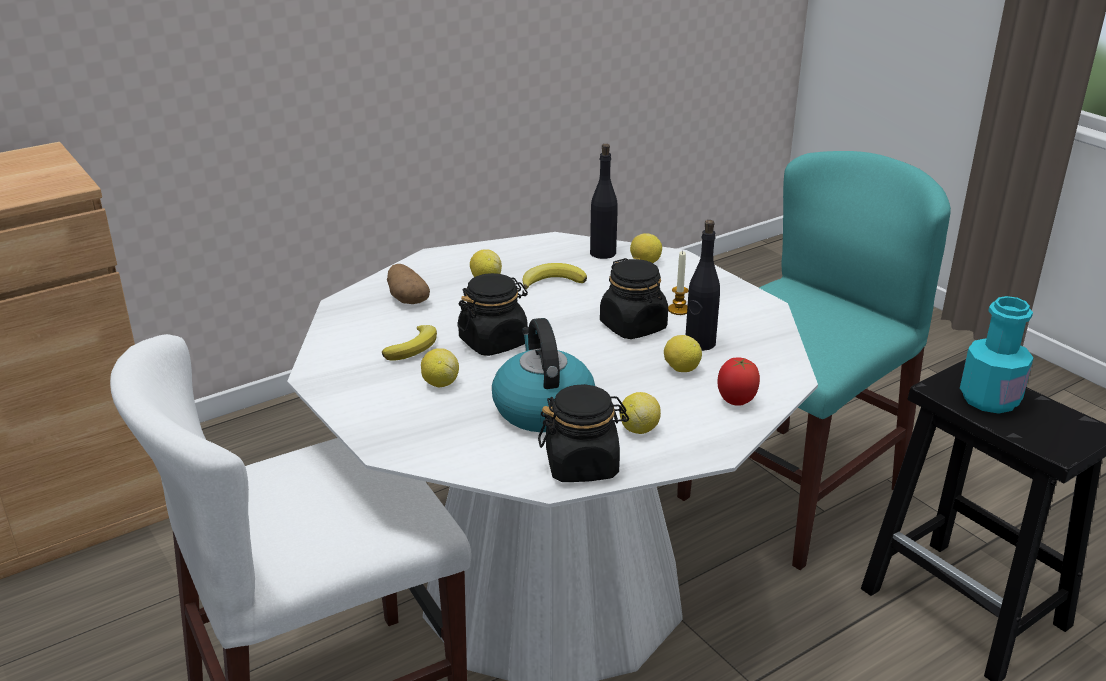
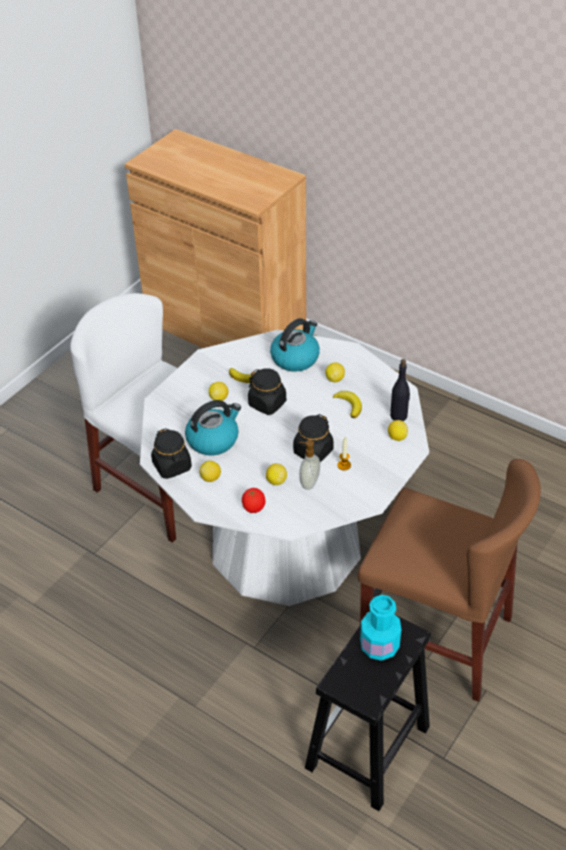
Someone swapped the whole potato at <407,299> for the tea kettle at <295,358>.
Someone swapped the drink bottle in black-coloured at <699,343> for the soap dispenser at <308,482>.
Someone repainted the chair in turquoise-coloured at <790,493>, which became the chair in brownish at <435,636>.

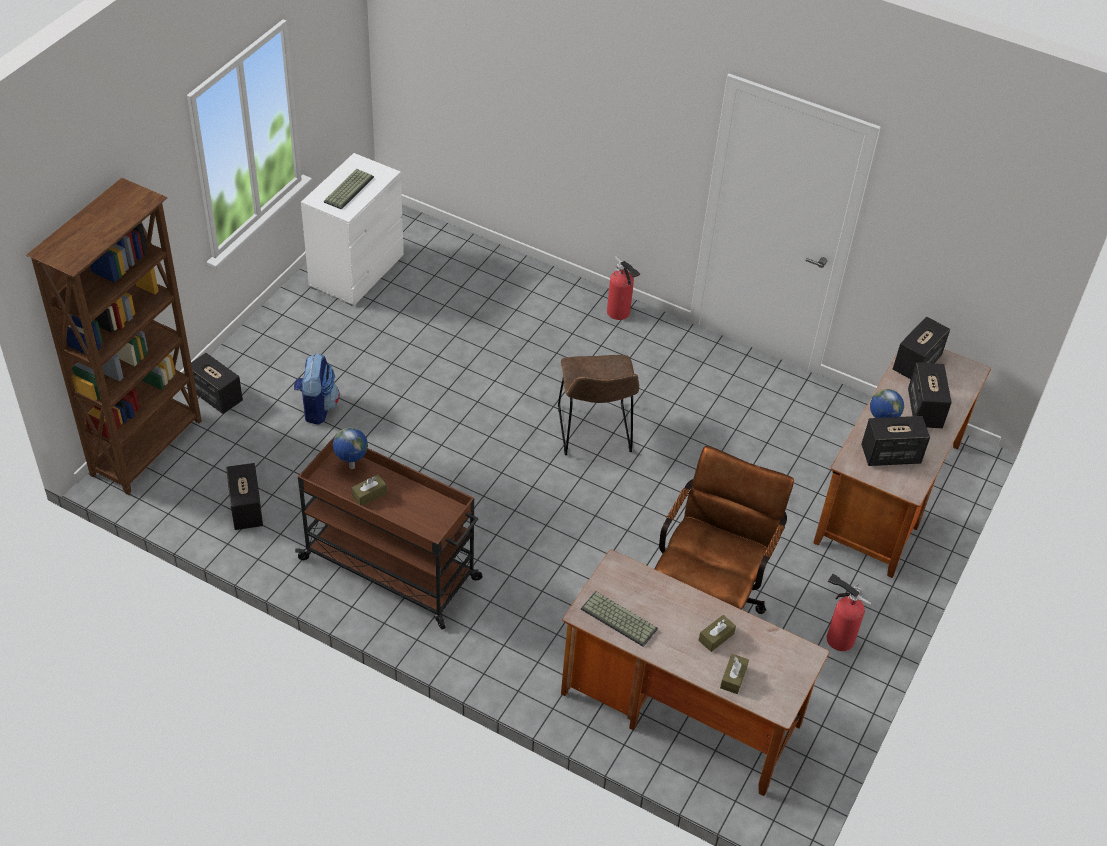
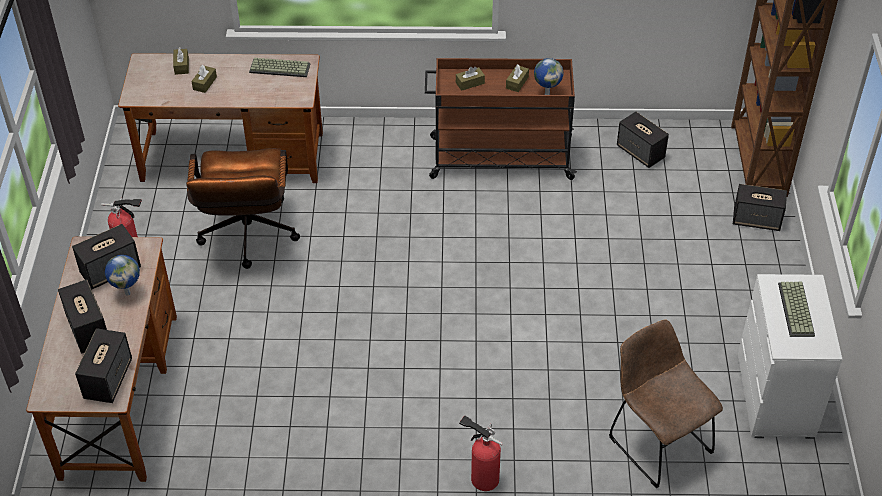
Someone put down the tissue box in brownish at <470,83>.
Someone carried the chair in brownish from <594,433> to <656,441>.
Someone took away the knapsack at <317,407>.

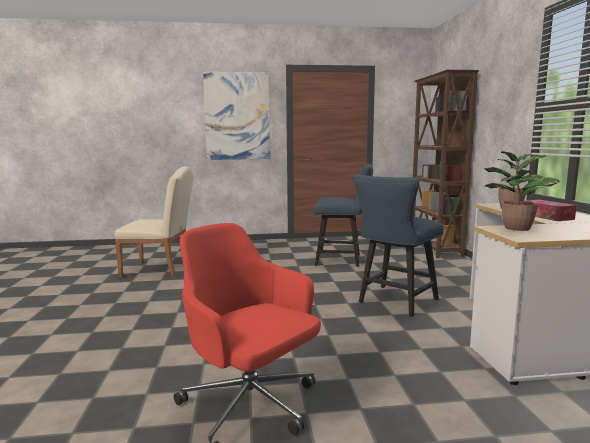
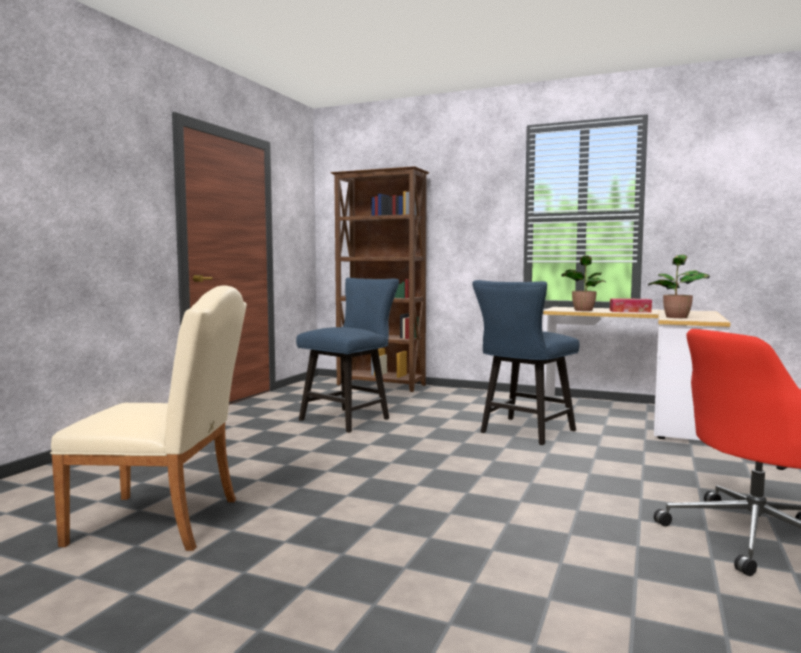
Someone rotated the chair in sand-coloured at <162,270> by 60 degrees clockwise.
Someone rotated the chair in blue at <394,302> by 60 degrees clockwise.
Someone took away the wall picture at <237,116>.

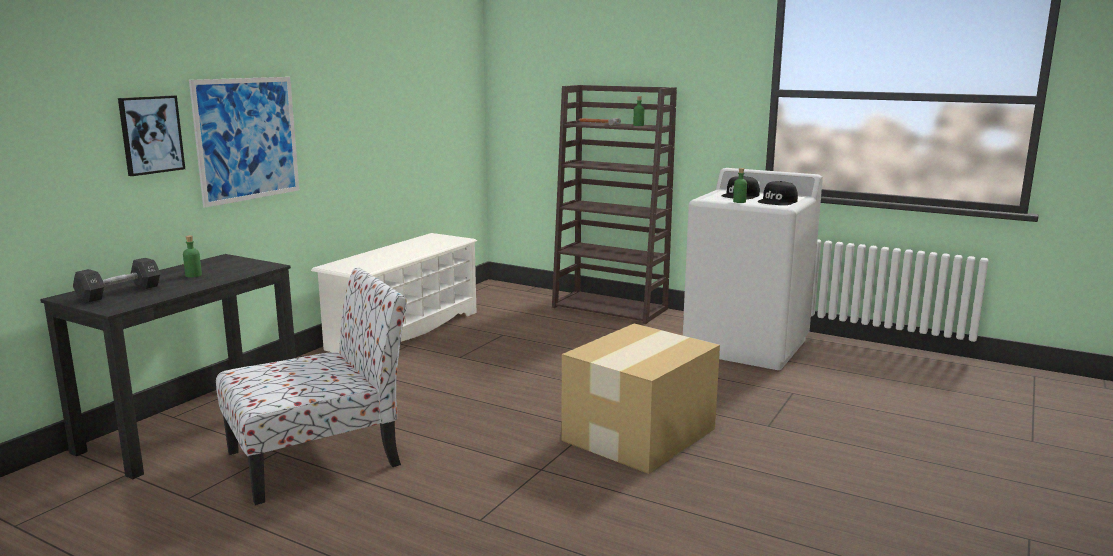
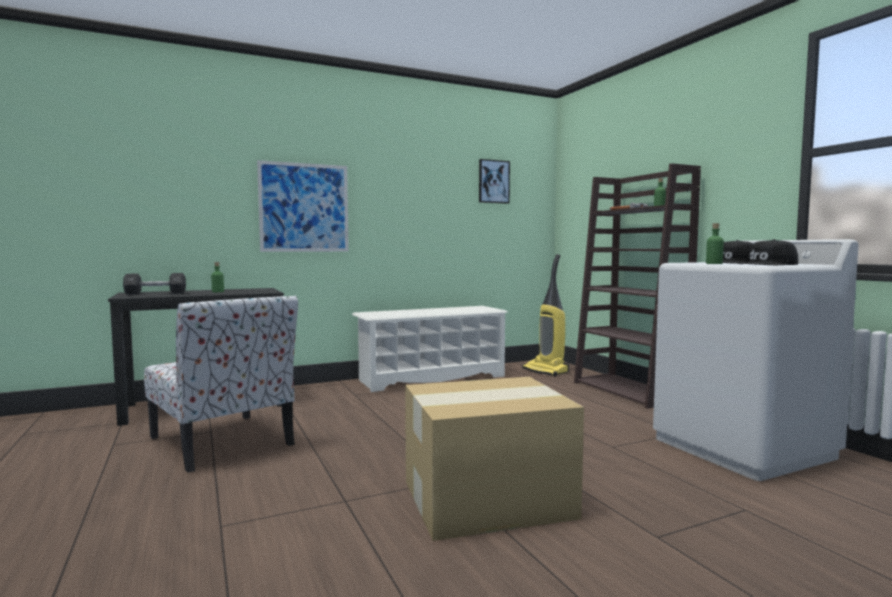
Someone rotated the chair at <318,458> by 45 degrees clockwise.
Someone carried the wall picture from <151,134> to <493,181>.
Someone put down the vacuum at <546,371>.

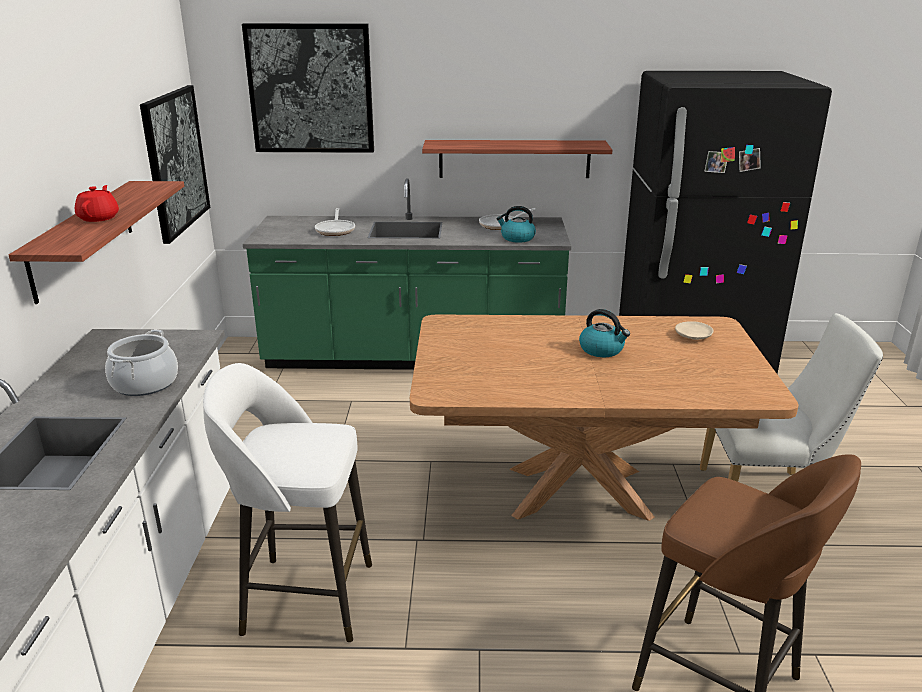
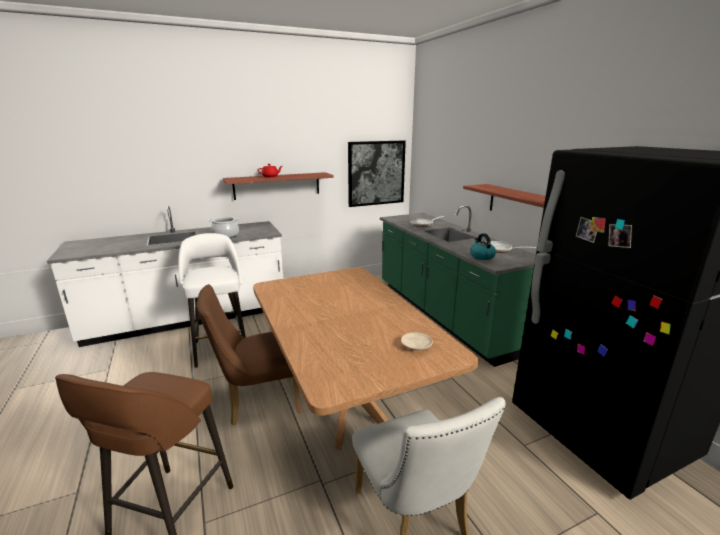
Someone put down the chair in brownish at <257,401>.
Someone took away the wall picture at <310,89>.
Someone took away the tea kettle at <602,350>.

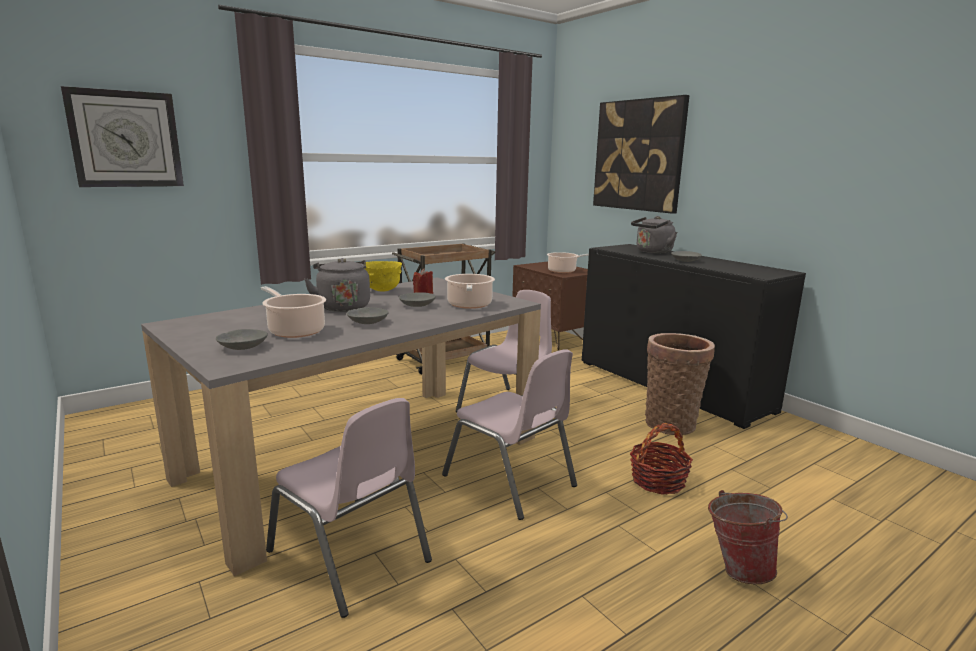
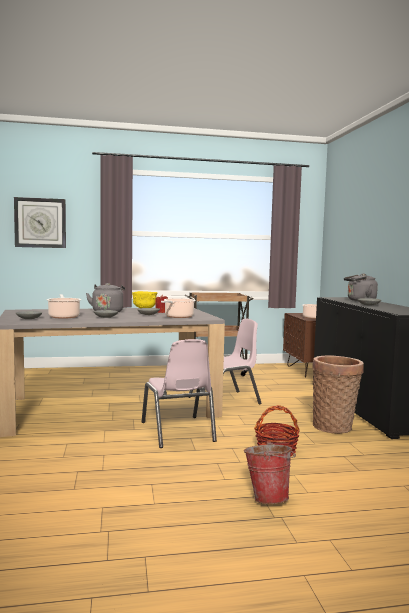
Someone took away the chair in pink at <350,556>.
Someone took away the wall picture at <638,155>.

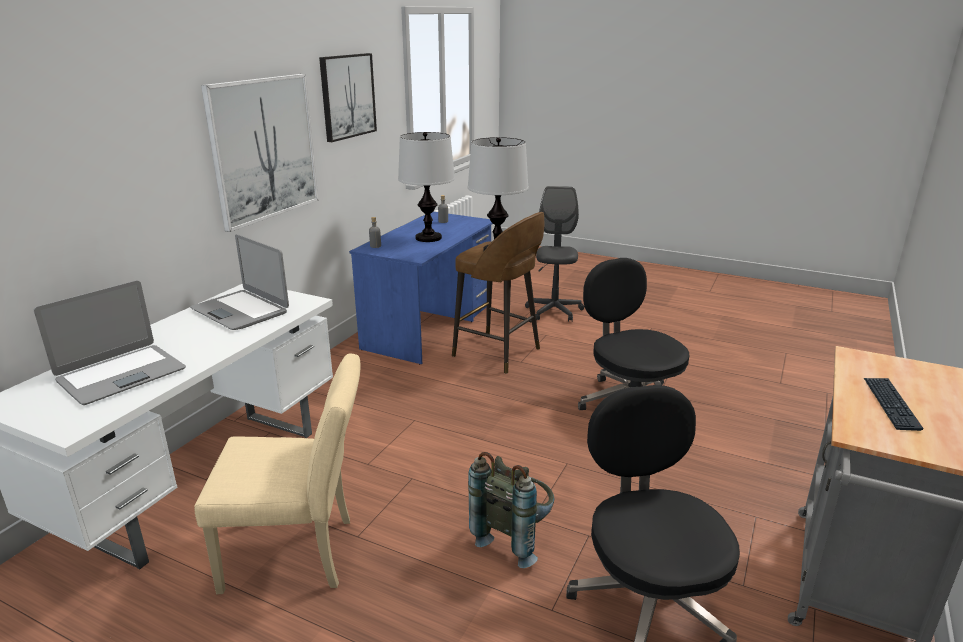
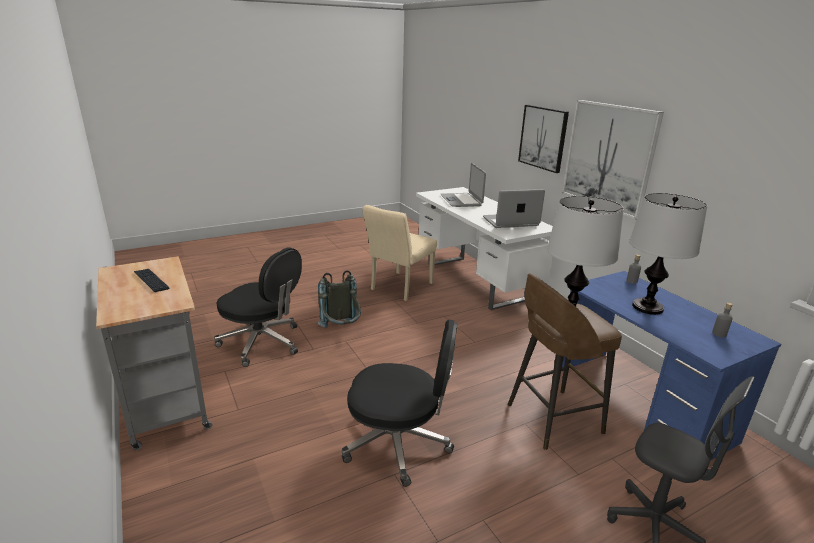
Someone carried the wall picture from <347,96> to <543,138>.

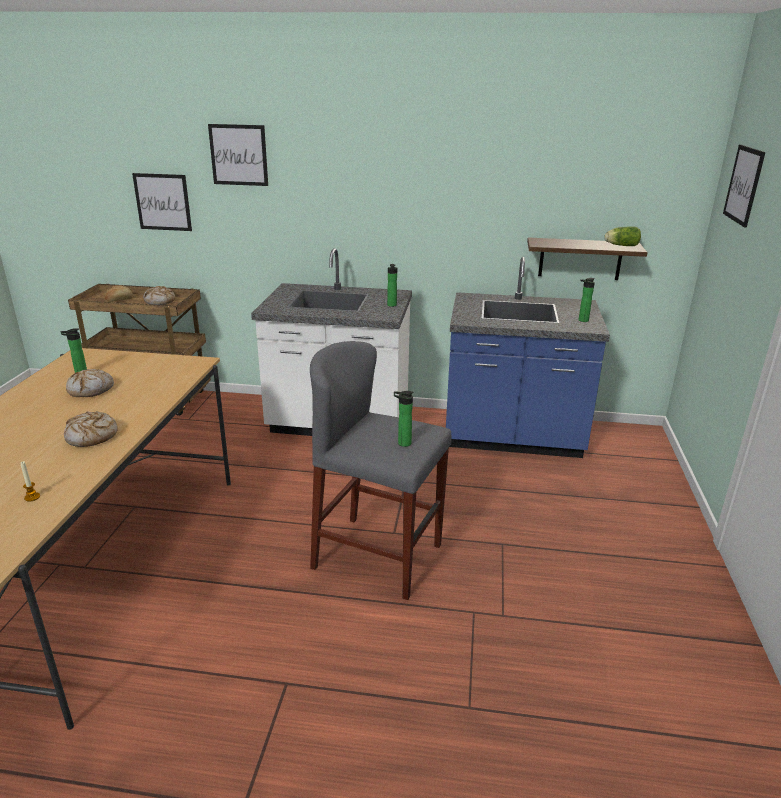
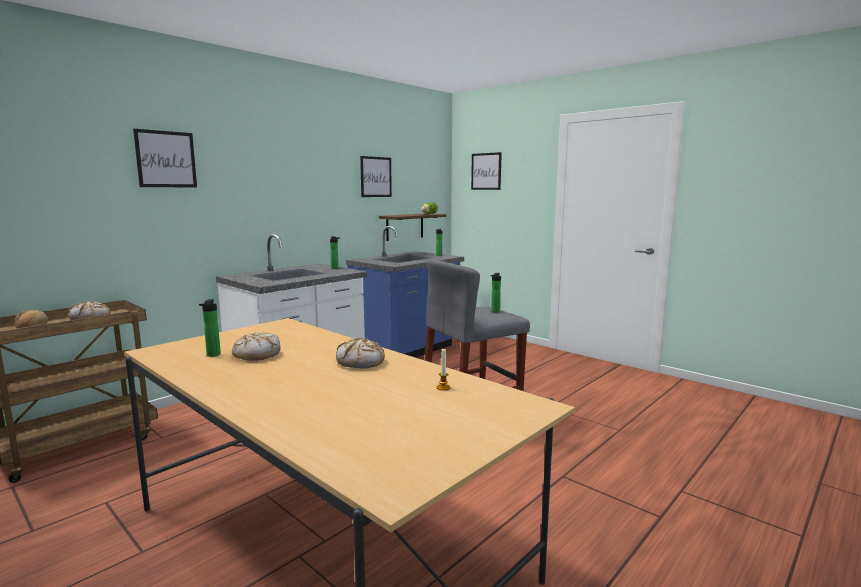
Someone carried the wall picture from <162,202> to <376,177>.

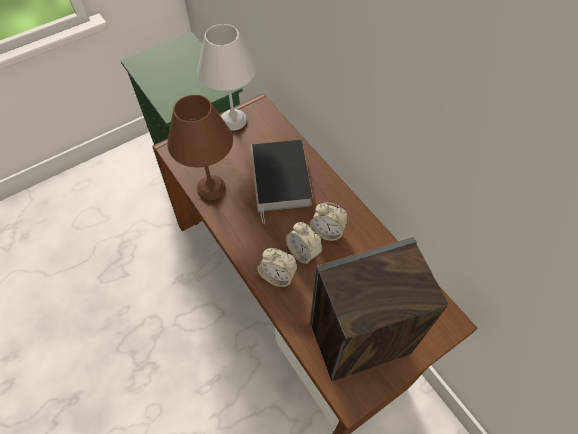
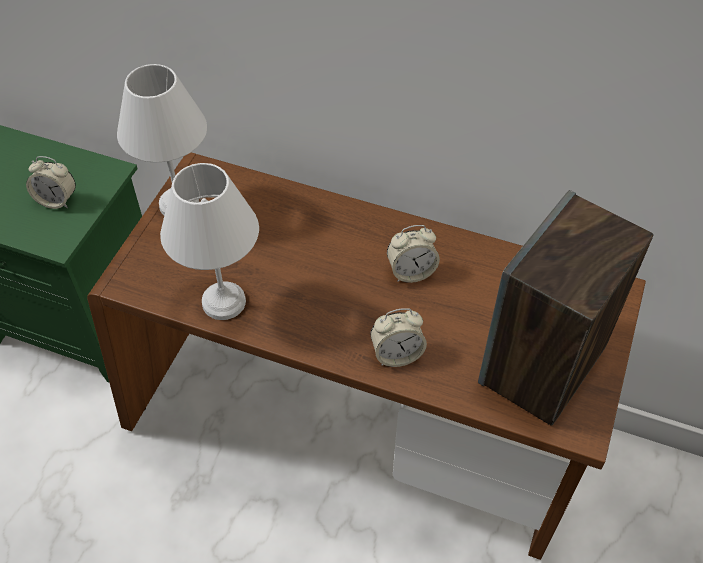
Someone carried the alarm clock from <303,252> to <57,200>.
Someone repainted the table lamp in brownish at <210,188>, which became the table lamp in white-coloured at <222,303>.
Someone took away the bound book at <281,181>.

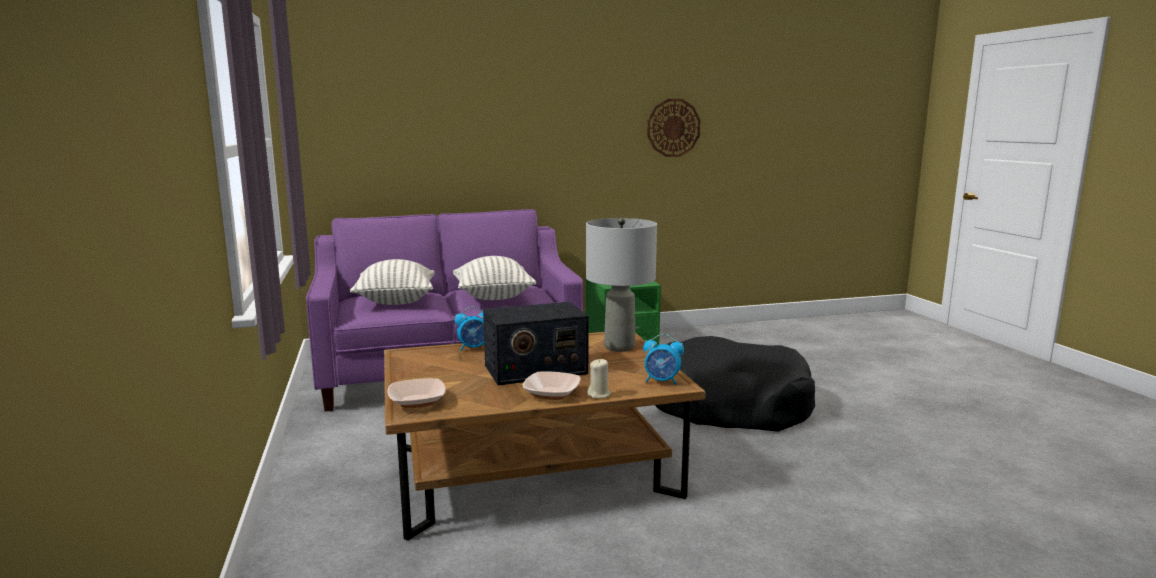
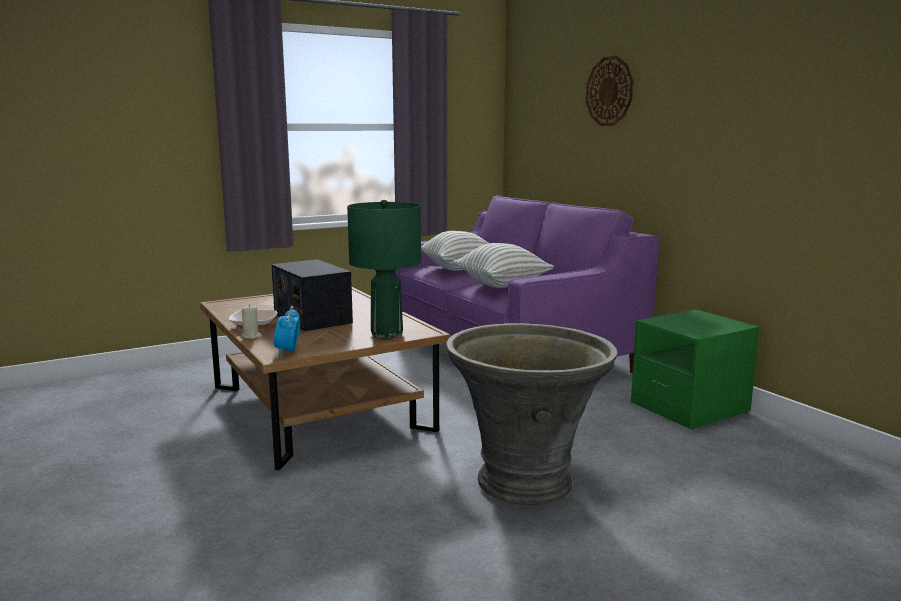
Someone repainted the table lamp in gray at <619,347>, which became the table lamp in green at <386,334>.
Someone swapped the dog bed in black-coloured at <727,404> for the planter in gray at <527,482>.
Someone carried the clock on the wall from <673,128> to <609,91>.
Someone took away the bowl at <417,401>.
Someone took away the alarm clock at <474,348>.

